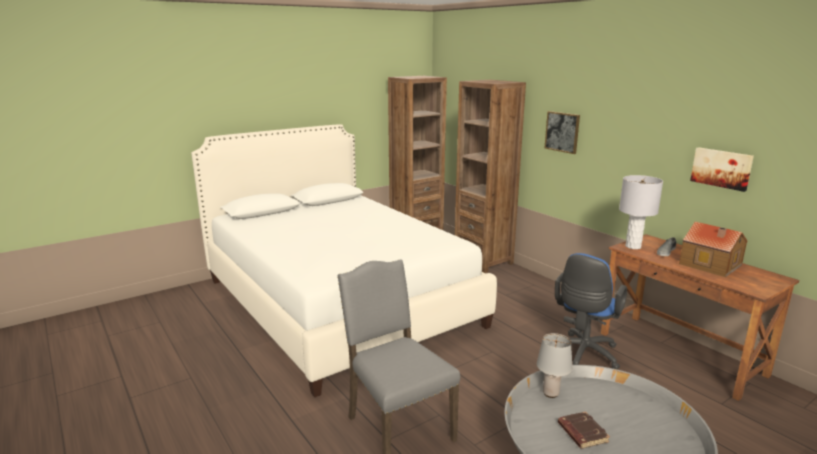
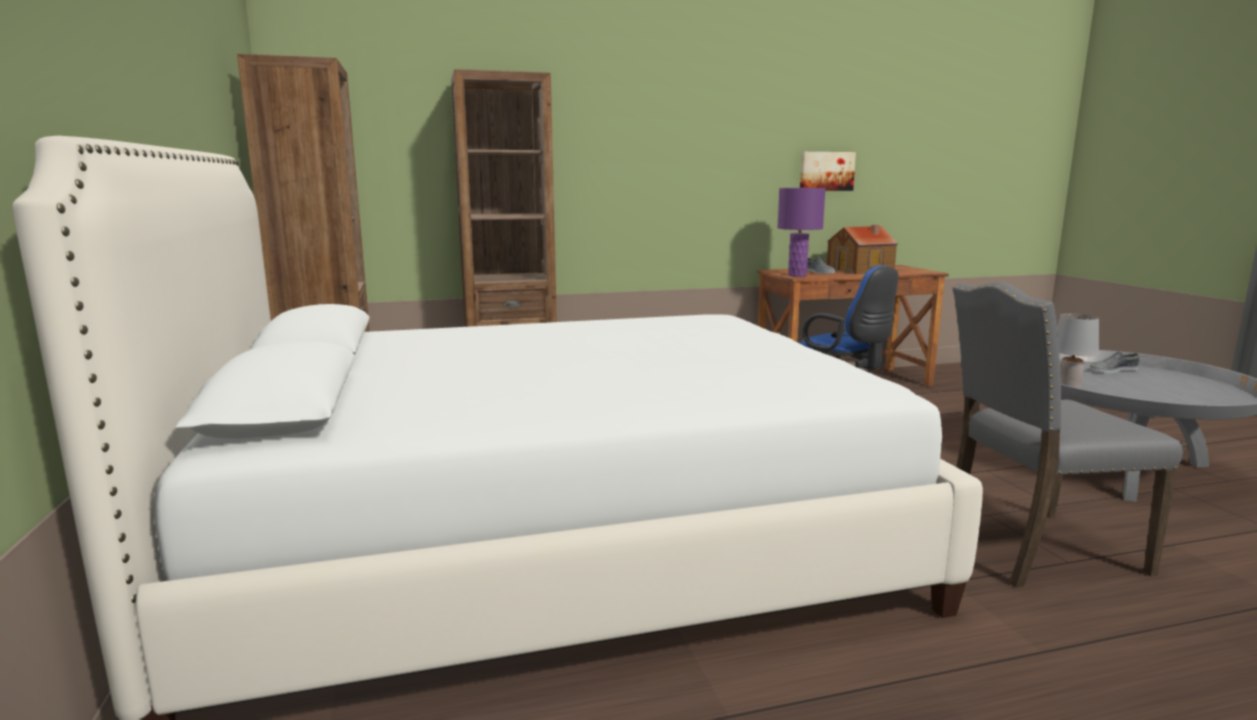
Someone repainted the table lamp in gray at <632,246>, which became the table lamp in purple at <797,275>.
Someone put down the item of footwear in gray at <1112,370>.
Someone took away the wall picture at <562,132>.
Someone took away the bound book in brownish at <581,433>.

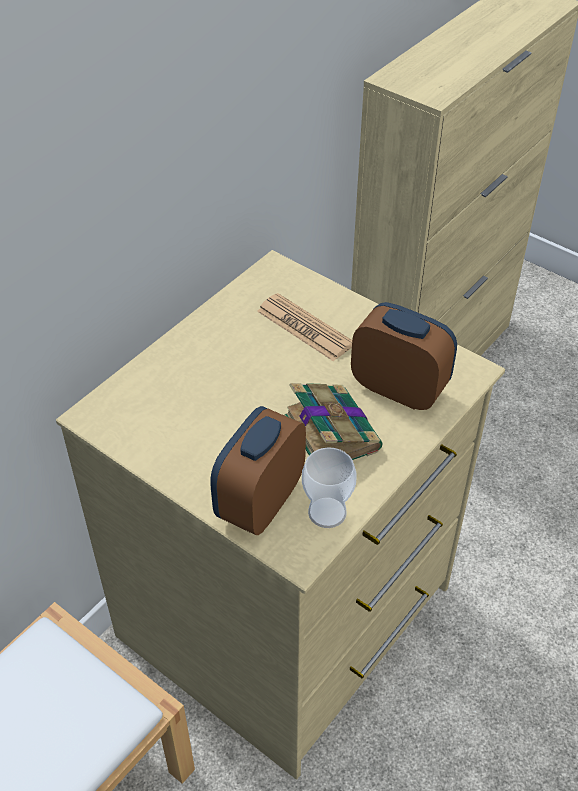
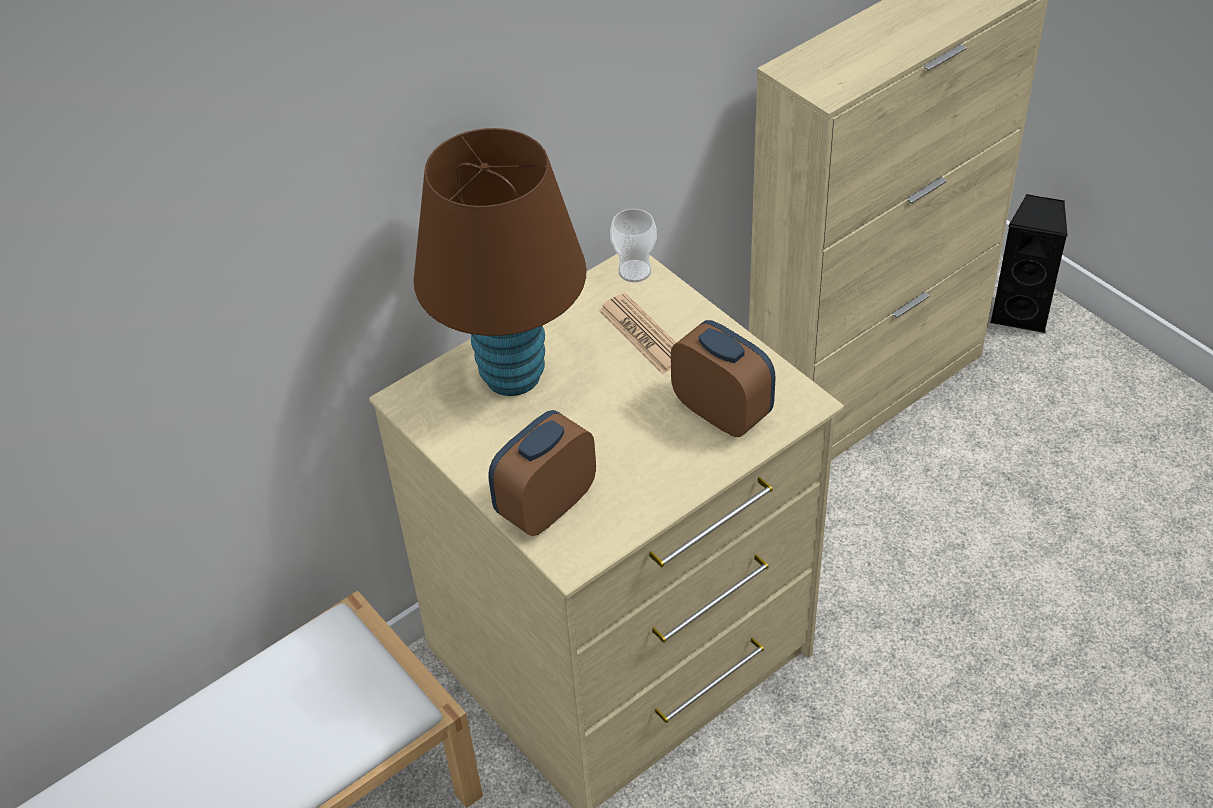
Someone put down the table lamp in brownish at <512,376>.
Someone carried the cup from <327,512> to <634,271>.
Someone put down the audio speaker in black-coloured at <1021,312>.
Someone took away the bound book at <330,431>.

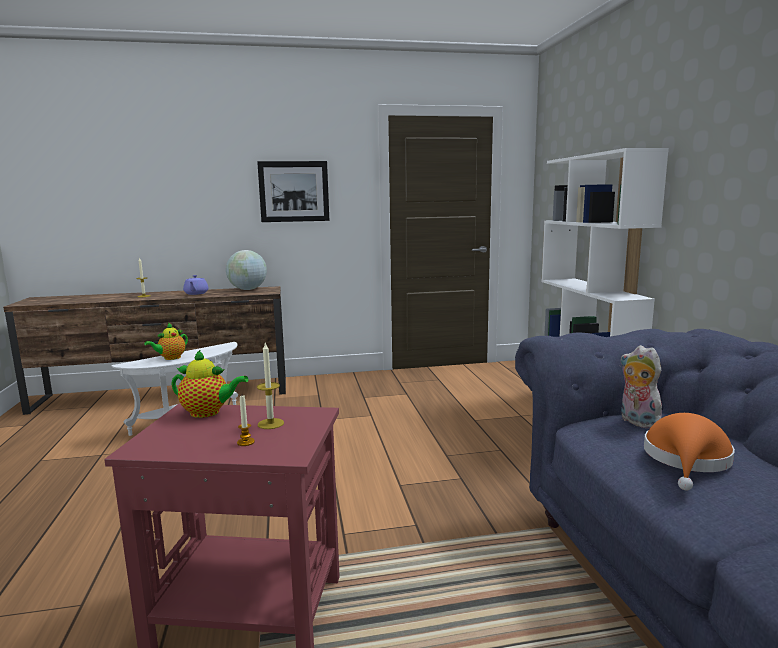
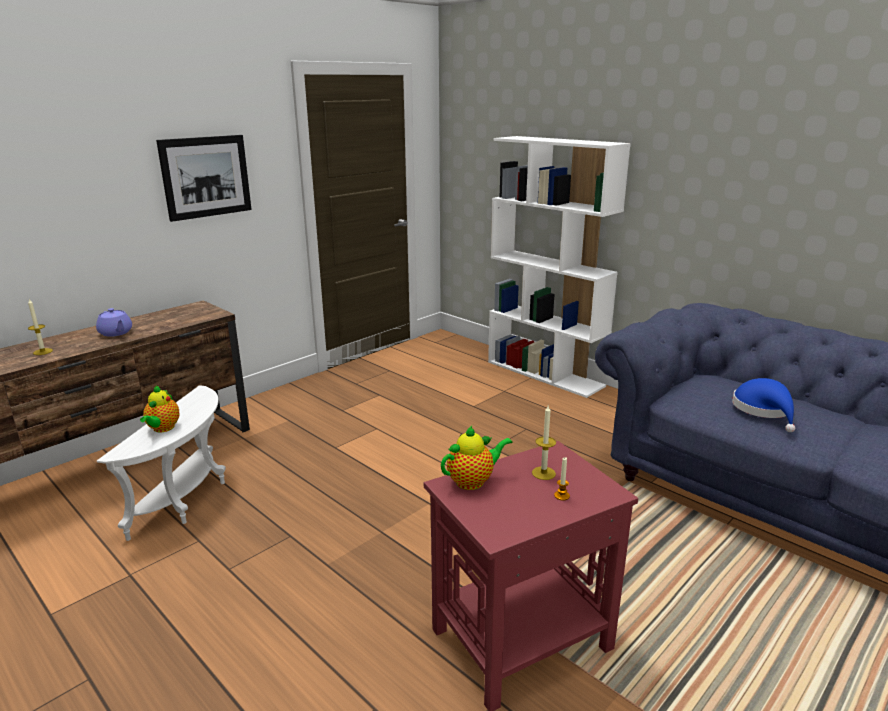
Someone repainted the wearable hat in orange-coloured at <686,460>, which became the wearable hat in blue at <764,410>.
Someone took away the desk globe at <248,289>.
Someone took away the soft toy at <636,422>.

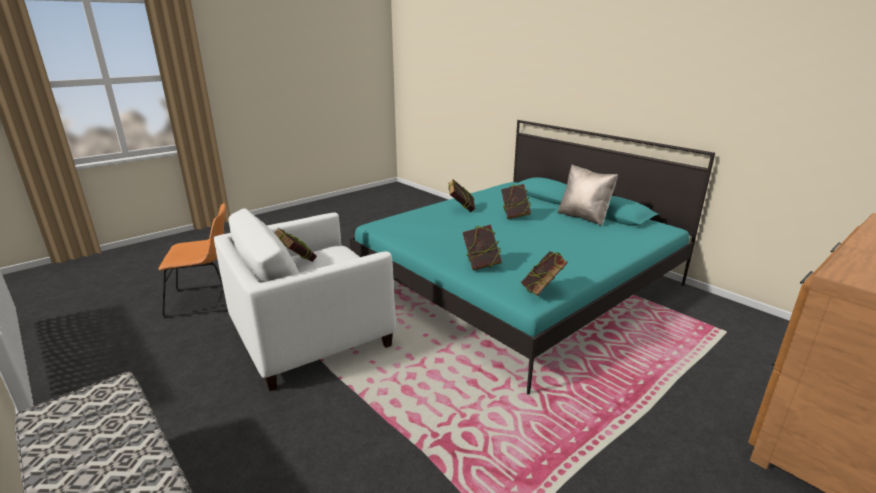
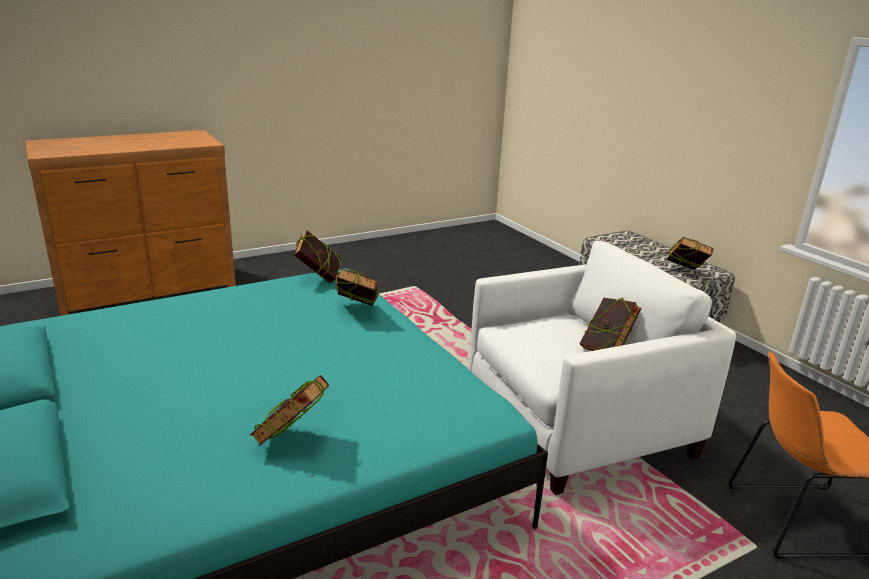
Someone carried the bound book from <515,216> to <685,273>.
Someone took away the pillow in sand-coloured at <583,217>.

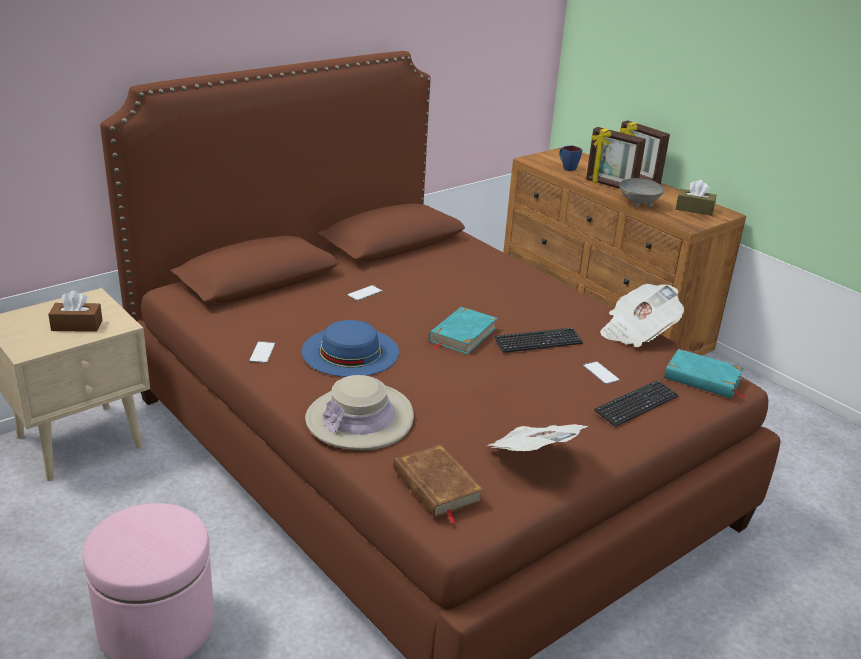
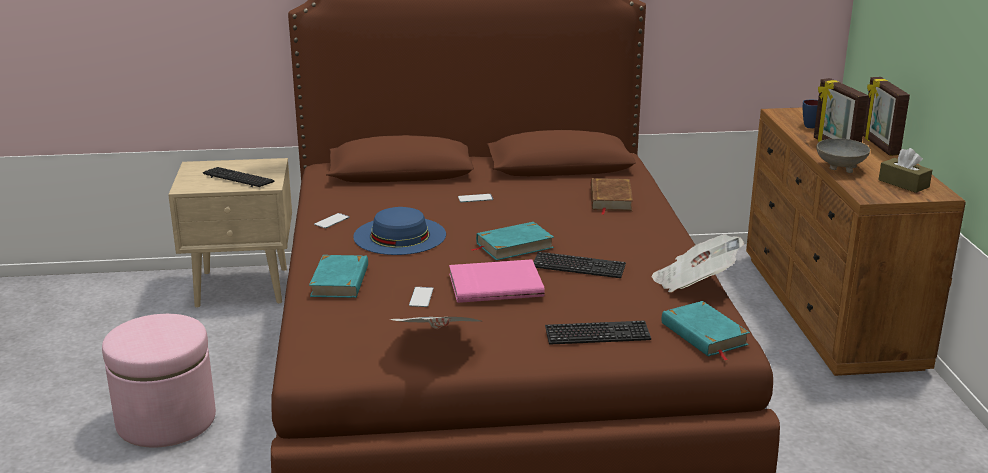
Someone swapped the tissue box in brownish at <77,325> for the computer keyboard at <238,179>.
Someone swapped the wearable hat in sand-coloured at <359,419> for the bound book in turquoise-coloured at <340,281>.
Someone carried the telephone from <601,373> to <421,297>.
Someone put down the bound book in pink at <495,284>.
Someone carried the bound book in brownish from <436,486> to <610,199>.

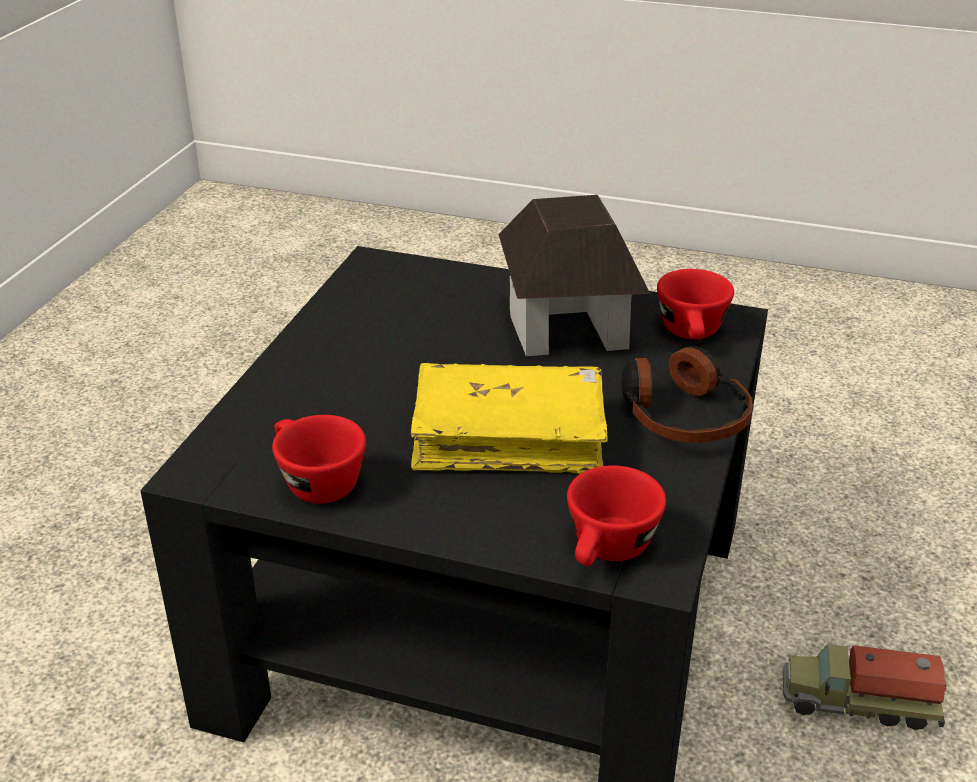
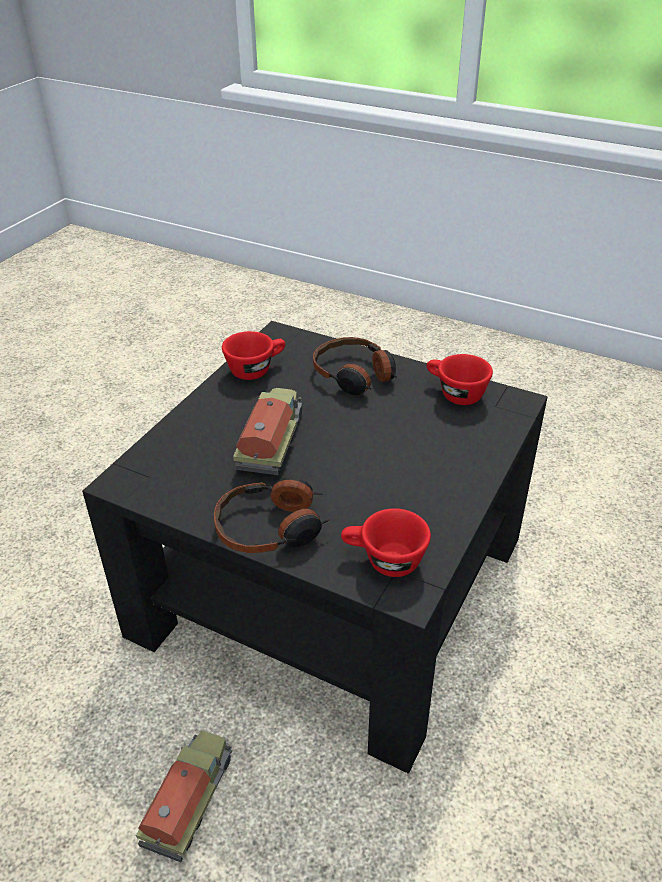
Someone swapped the bound book in yellowish at <508,437> for the toy lorry at <272,442>.
Someone put down the headset at <355,376>.
Someone carried the cup in red-coloured from <608,552> to <454,394>.
Someone took away the toy house at <567,328>.

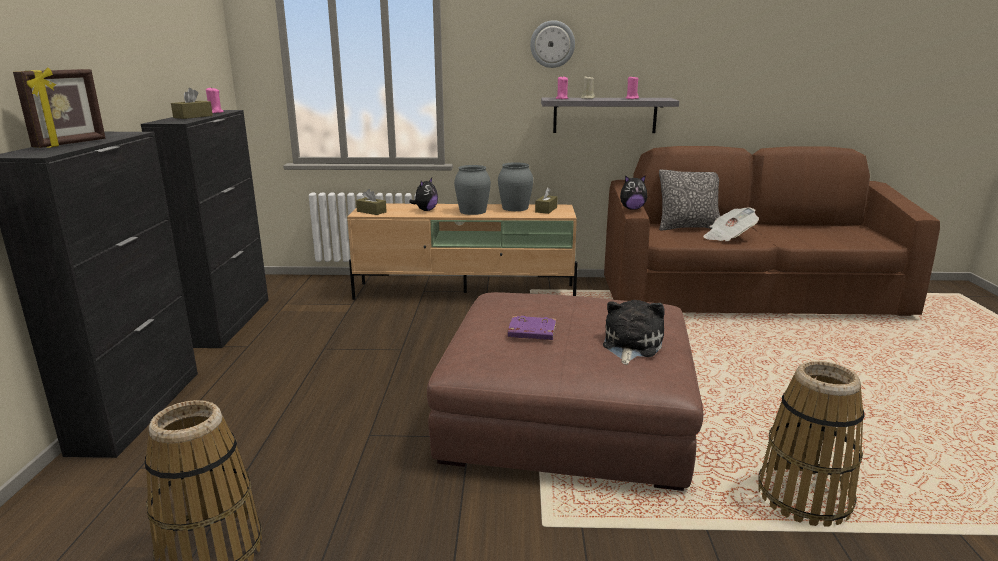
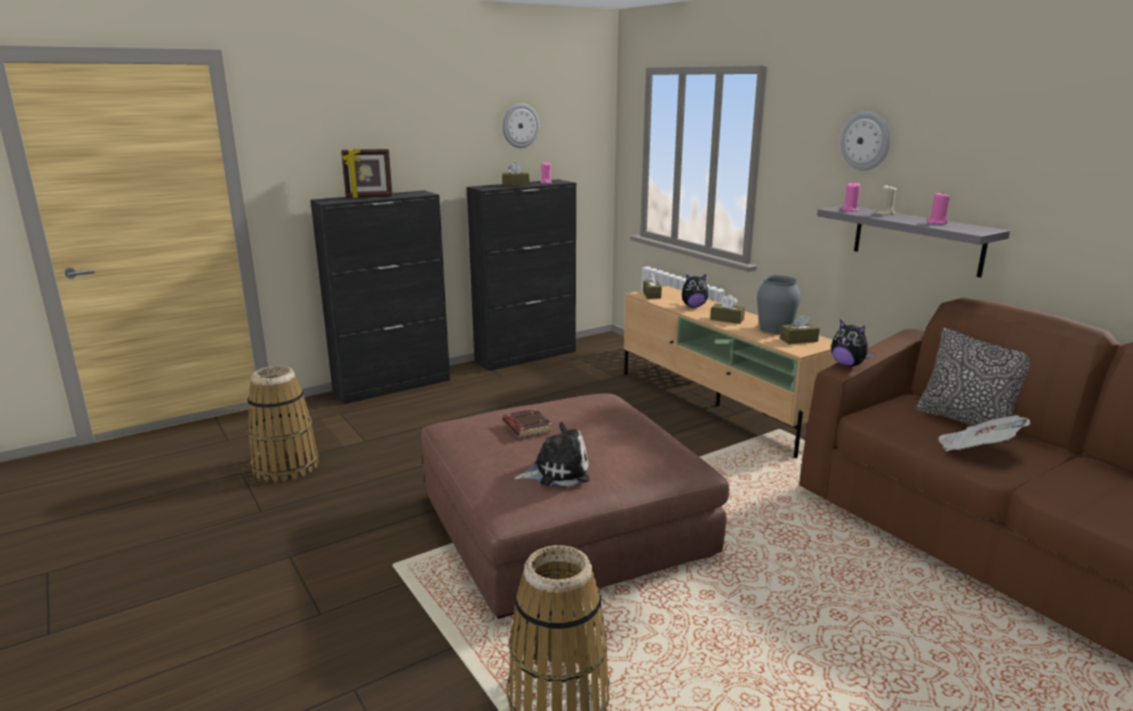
Someone put up the clock on the wall at <520,125>.
Someone repainted the bound book in purple at <531,332>, which became the bound book in brownish at <526,427>.
Someone swapped the vase in gray at <472,211> for the tissue box in brownish at <727,319>.

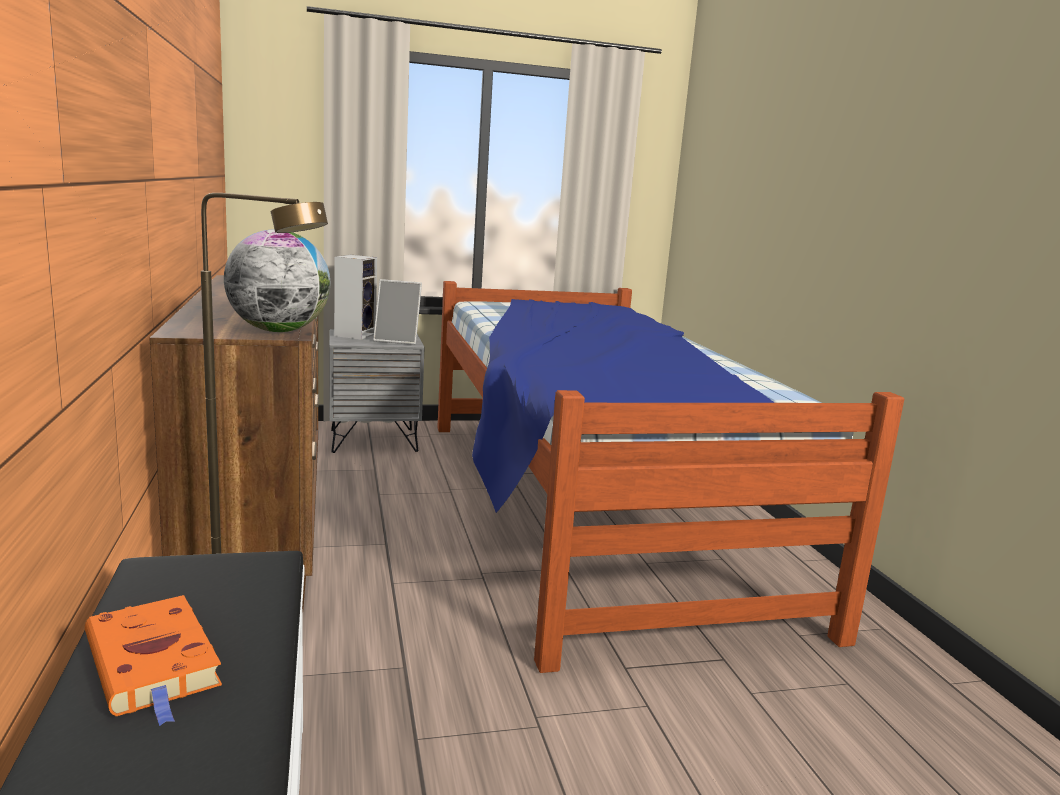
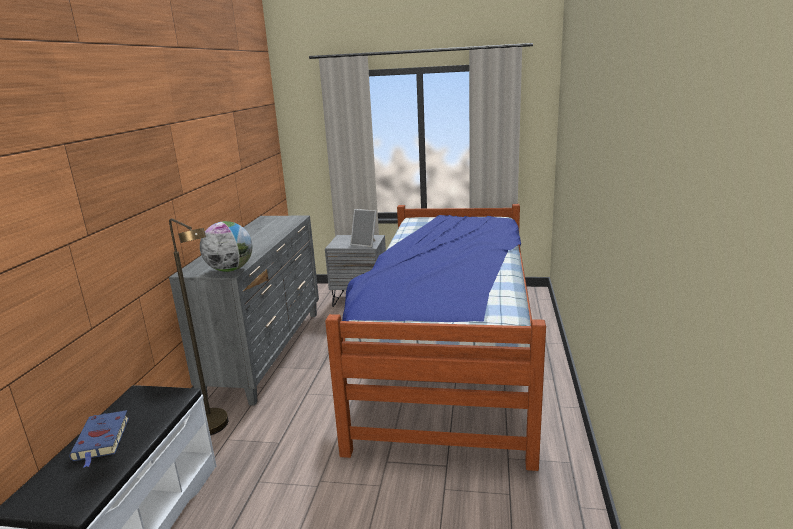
Someone repainted the bound book in orange-coloured at <154,664>, which became the bound book in blue at <102,440>.
Someone repainted the dresser in brownish at <260,525>, which became the dresser in gray at <267,352>.
Someone took away the audio speaker at <355,334>.

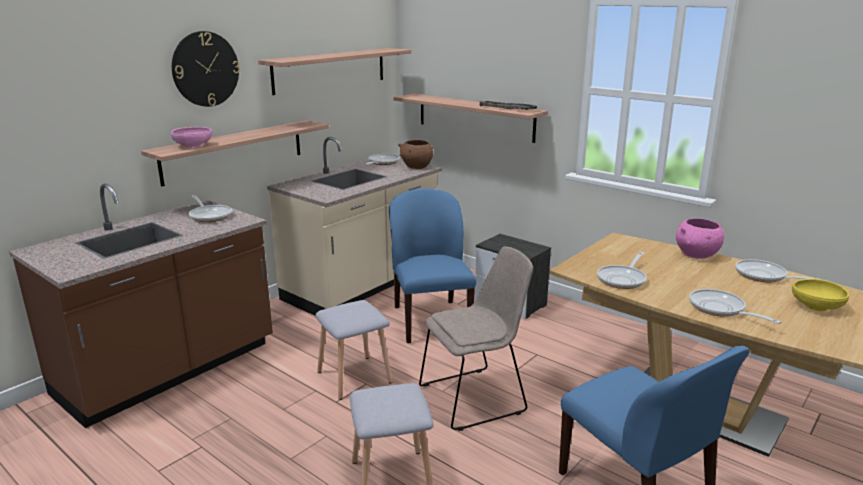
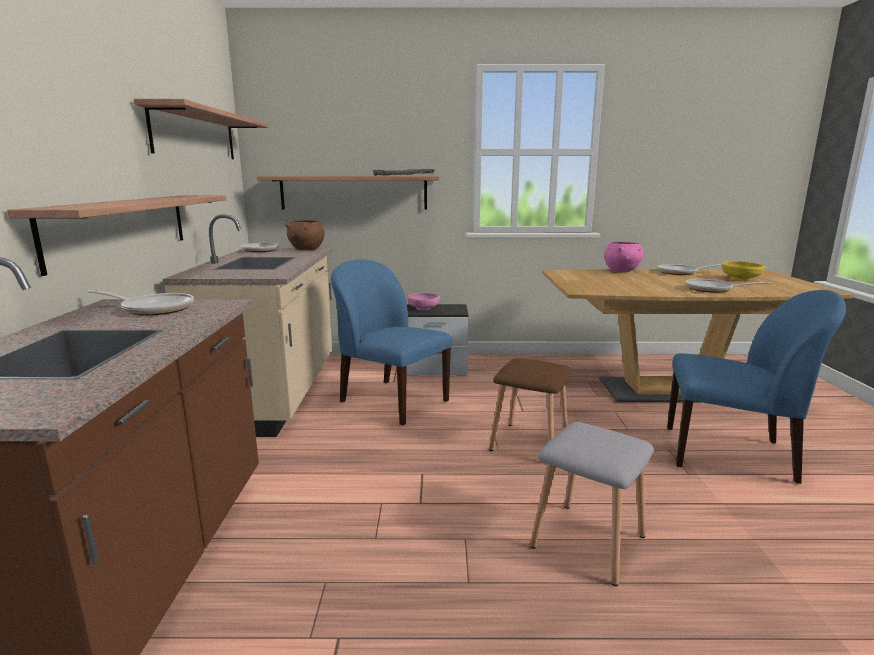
Someone carried the bowl in pink from <193,146> to <423,308>.
Someone swapped the chair in sand-coloured at <475,397> for the sitting stool in brownish at <530,443>.
Someone took away the clock on the wall at <205,69>.
Someone took away the sitting stool in gray at <355,376>.
Someone took away the skillet at <623,279>.

